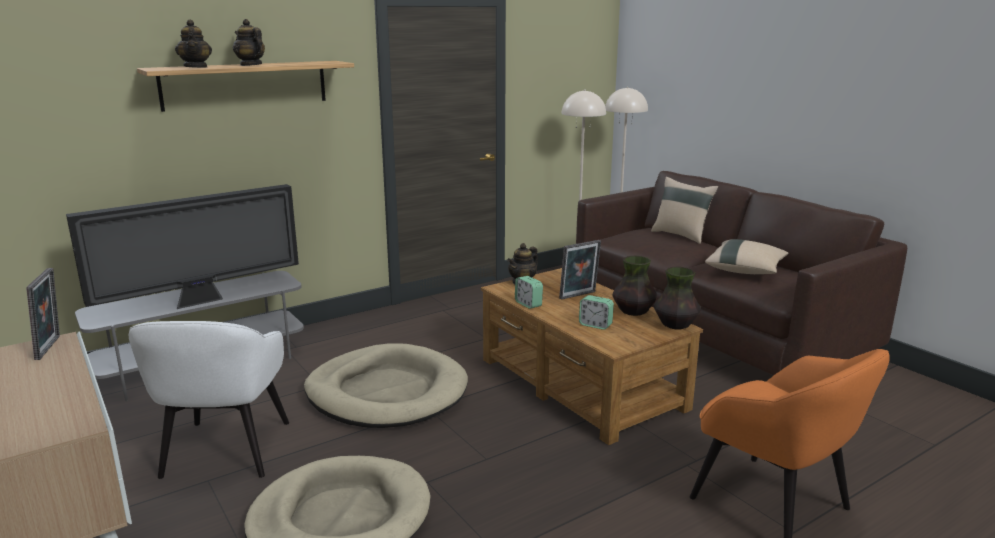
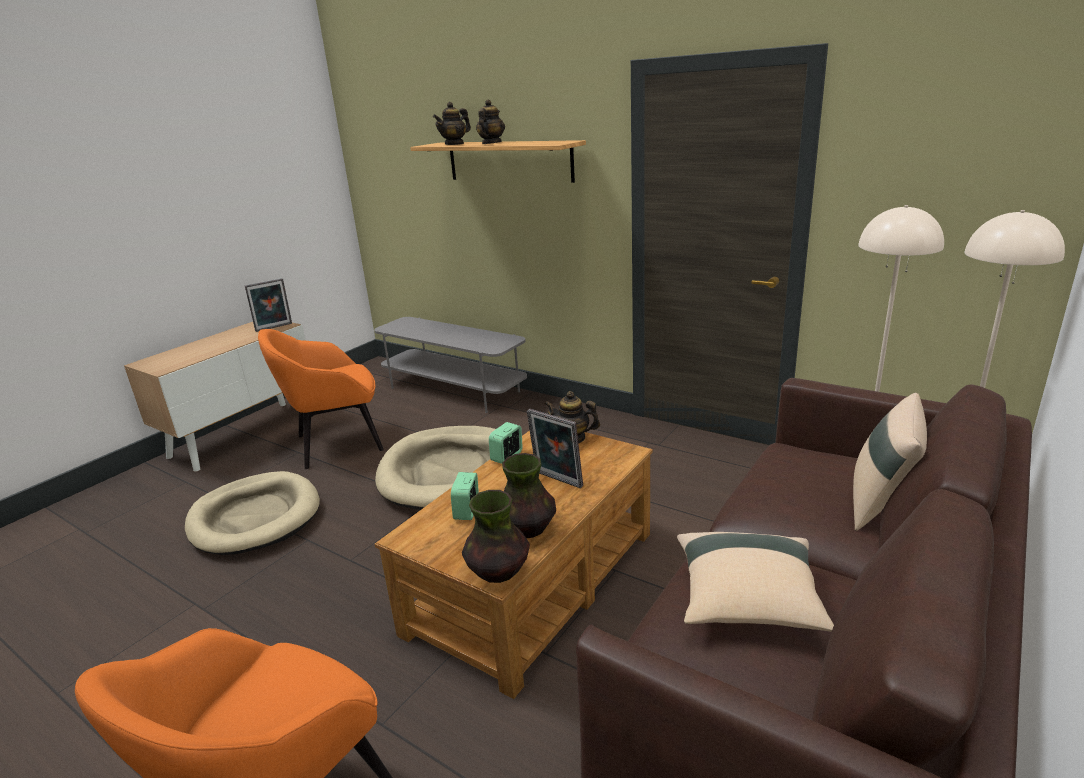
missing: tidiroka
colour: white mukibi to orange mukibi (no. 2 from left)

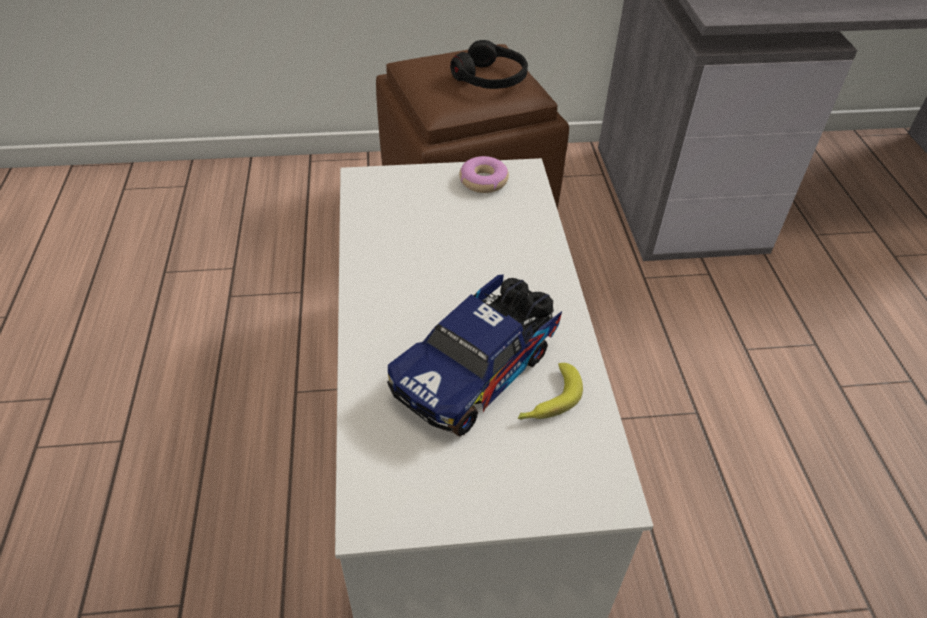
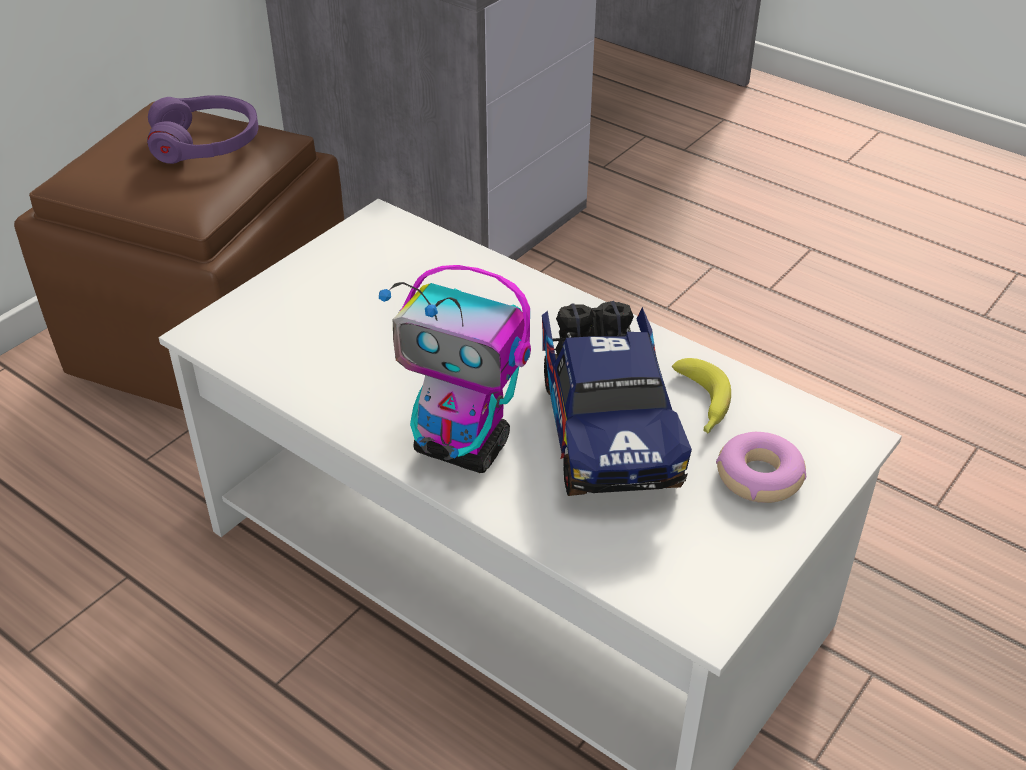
appeared: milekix
relocated: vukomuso
colour: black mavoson to purple mavoson

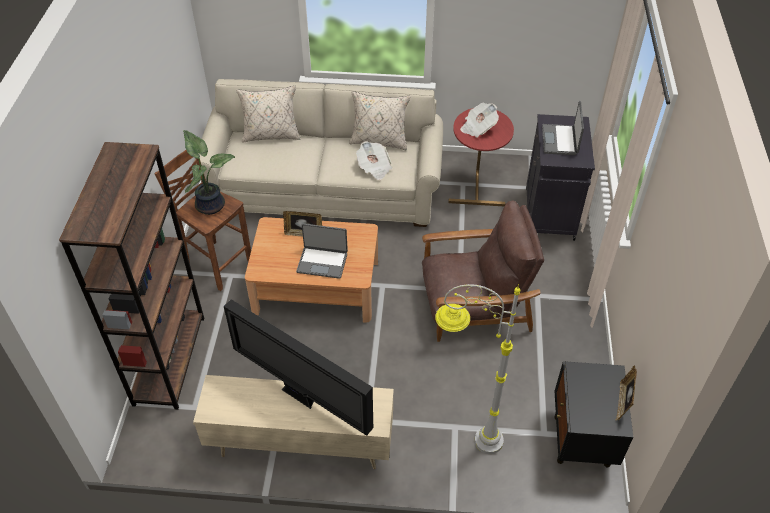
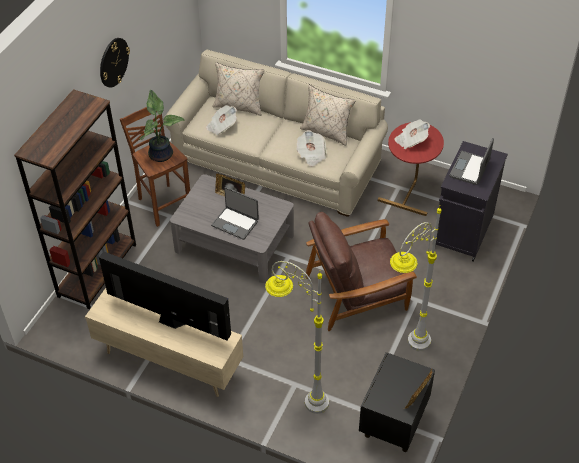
appeared: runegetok; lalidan (no. 1 from left); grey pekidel (no. 2 from left)
colour: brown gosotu to grey gosotu
spun: tidiroka 150 degrees clockwise; brown mukibi 150 degrees clockwise

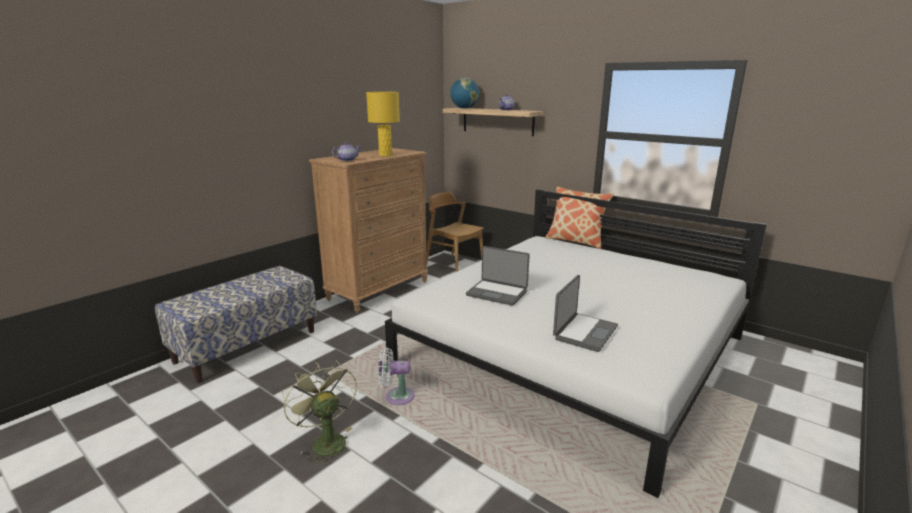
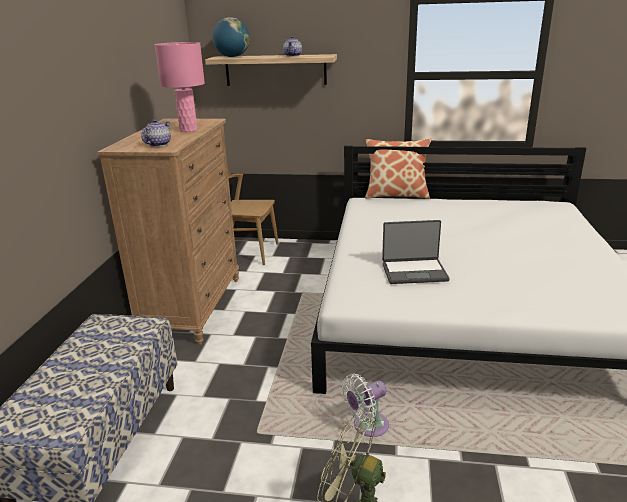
missing: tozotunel (no. 2 from left)
colour: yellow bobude to pink bobude

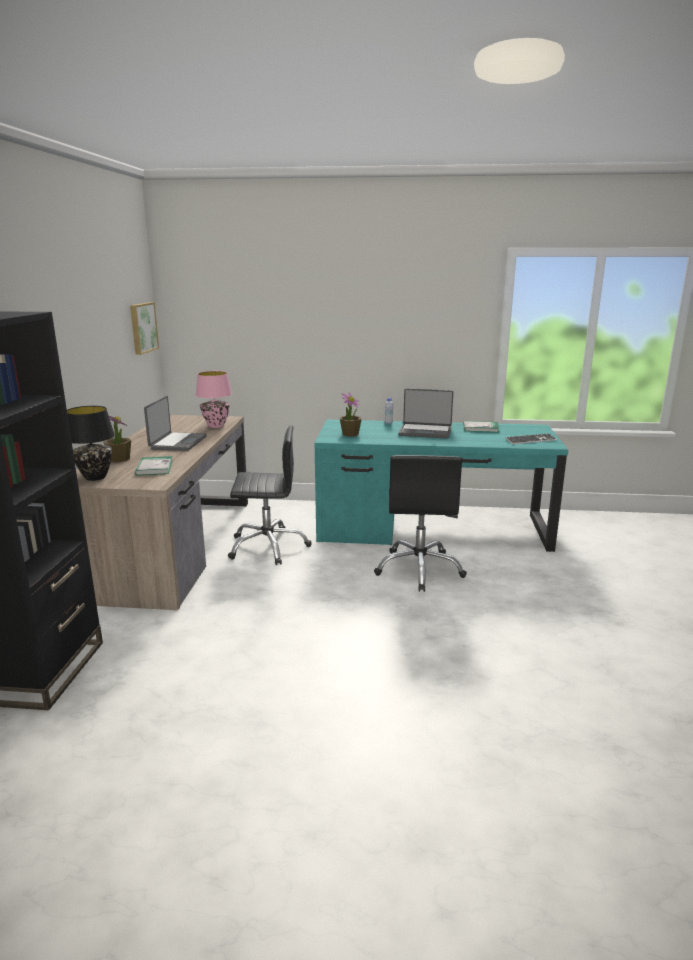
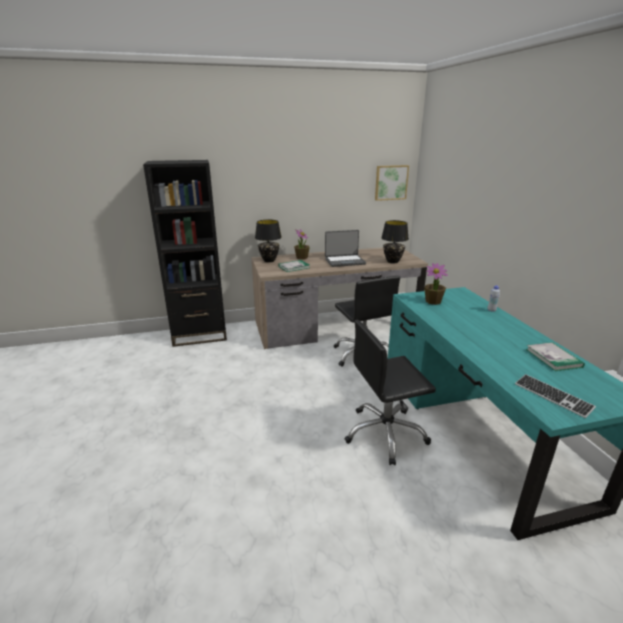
missing: tozotunel (no. 2 from left)
colour: pink bobude to black bobude (no. 2 from left)

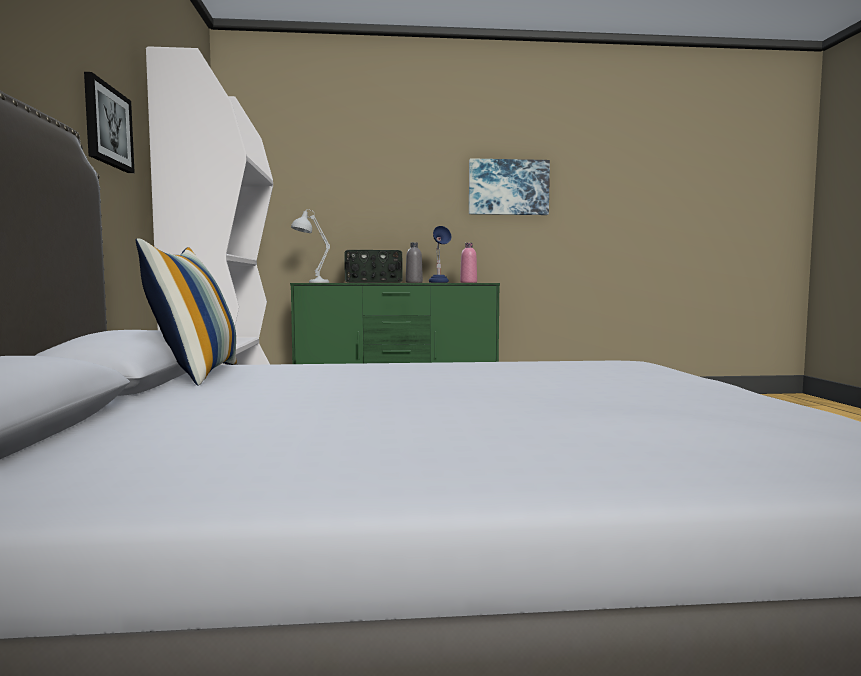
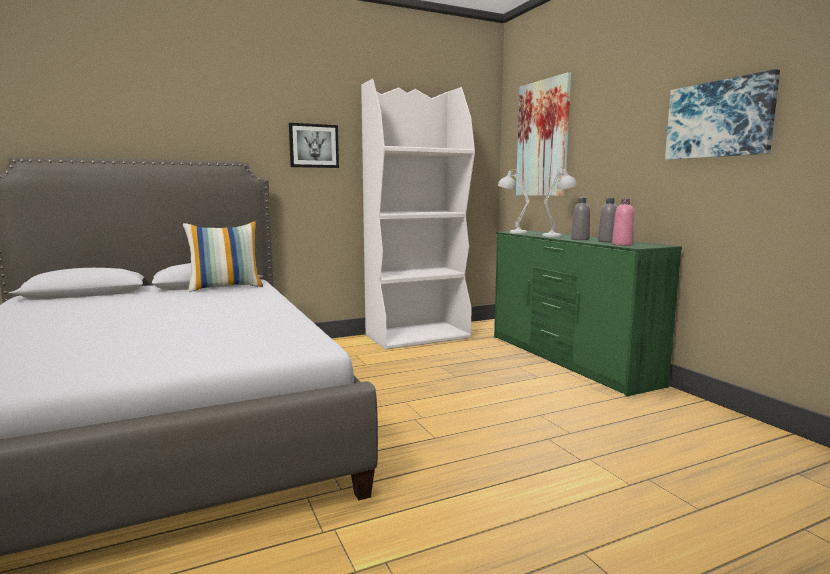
appeared: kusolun (no. 2 from left)
exchanged: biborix to white bobude (no. 2 from left); blue bobude to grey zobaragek (no. 2 from left)

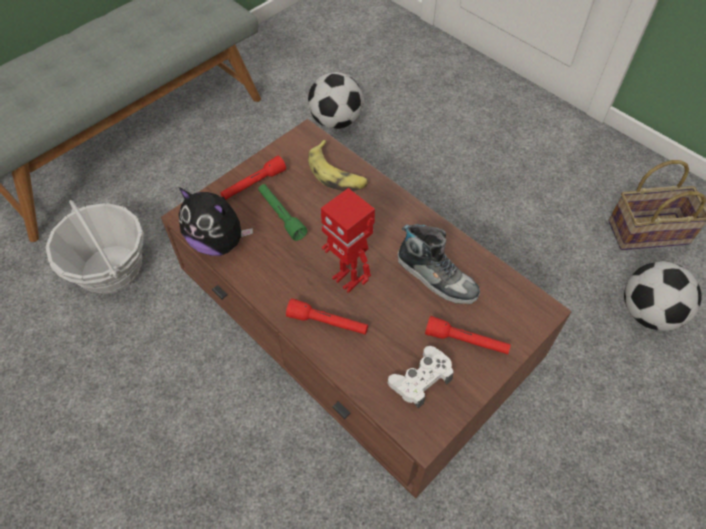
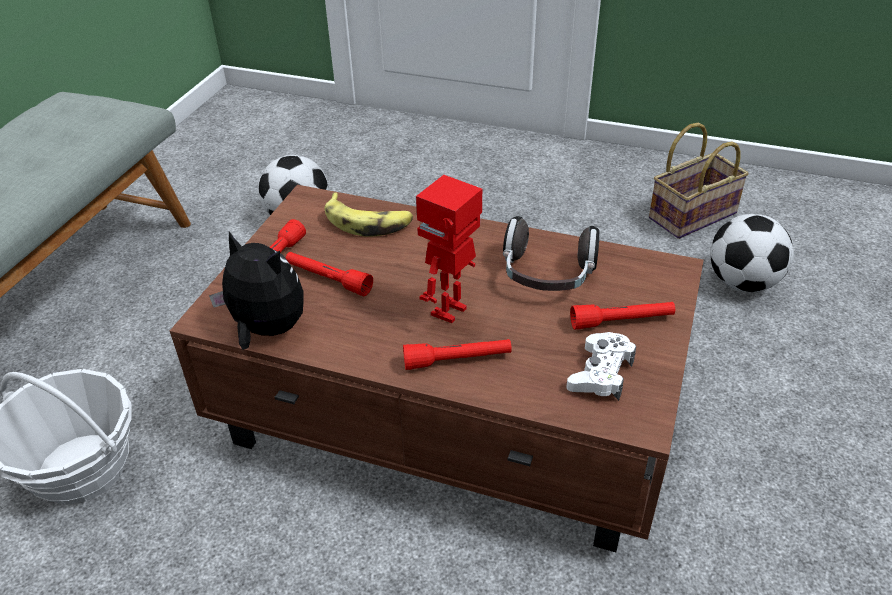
exchanged: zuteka to mavoson
colour: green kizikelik to red kizikelik (no. 2 from left)
spun: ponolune 150 degrees counterclockwise; milekix 105 degrees clockwise

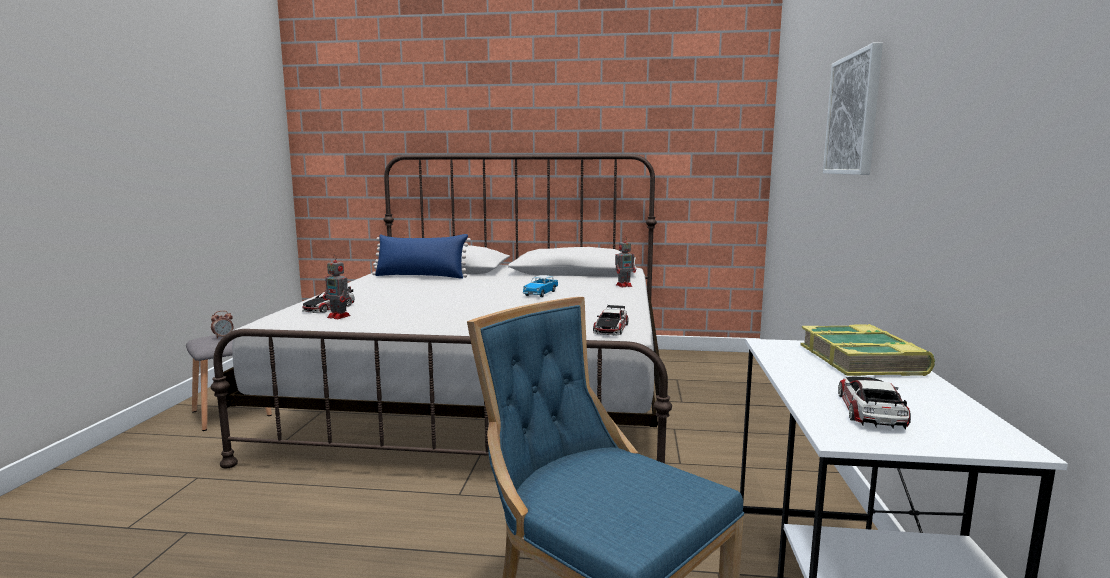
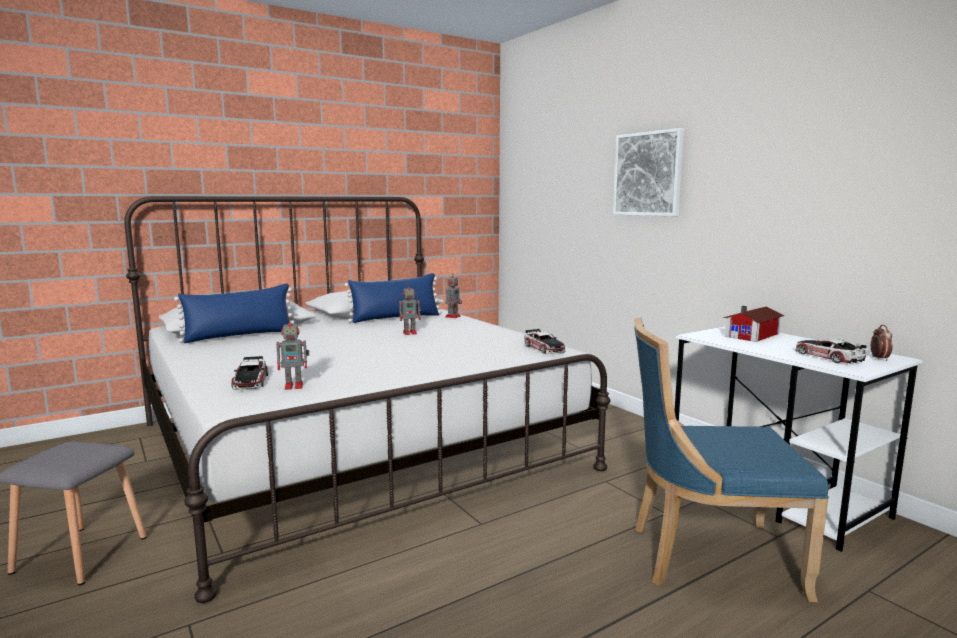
appeared: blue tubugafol (no. 2 from left)
relocated: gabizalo
exchanged: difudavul (no. 2 from left) to milekix (no. 2 from left); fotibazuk to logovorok

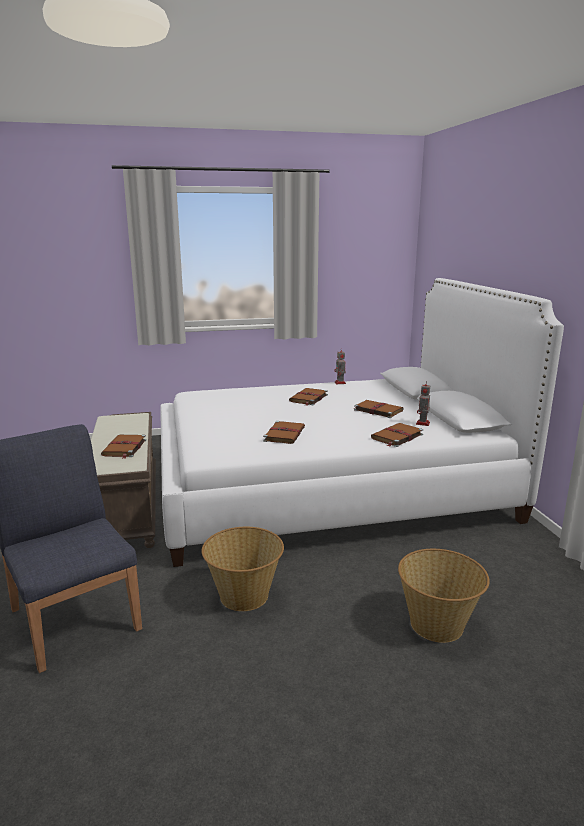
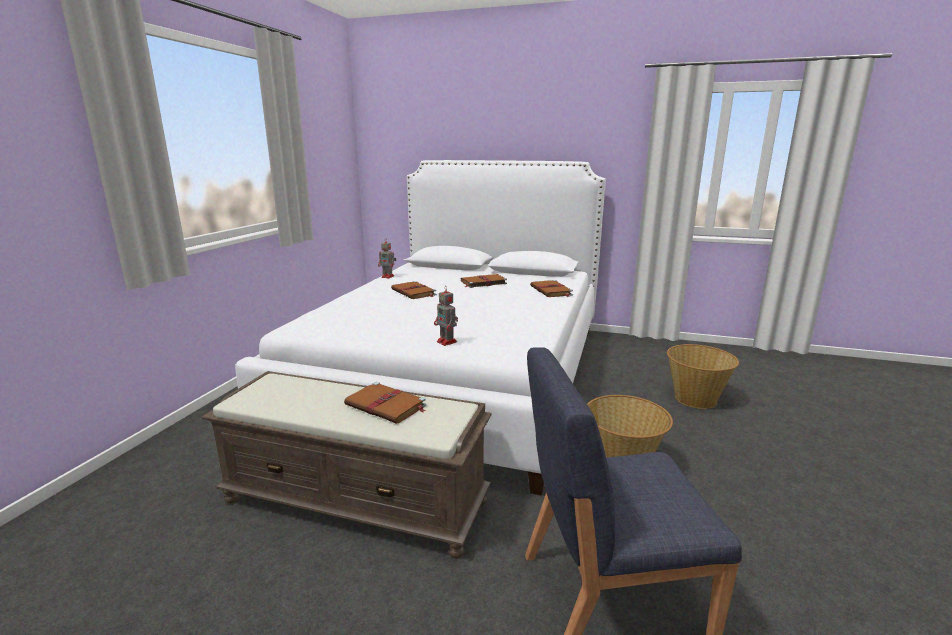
missing: brown fotibazuk (no. 2 from left)
relocated: milekix (no. 2 from left)

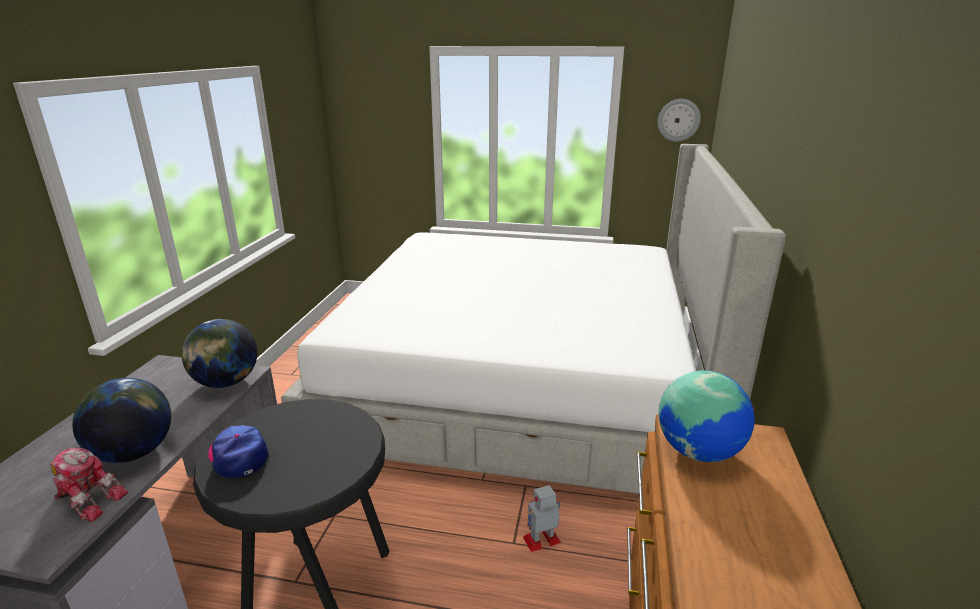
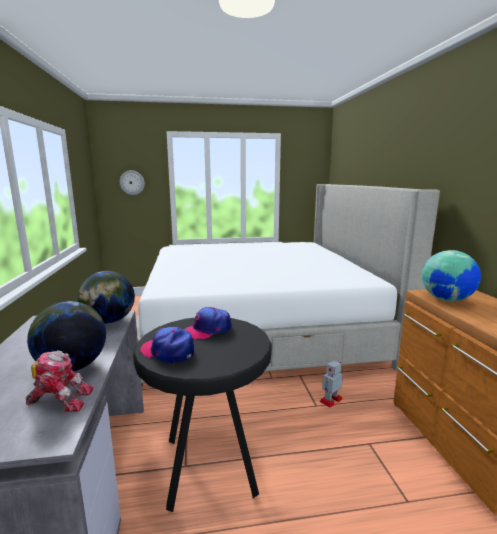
appeared: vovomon (no. 2 from left)
relocated: runegetok

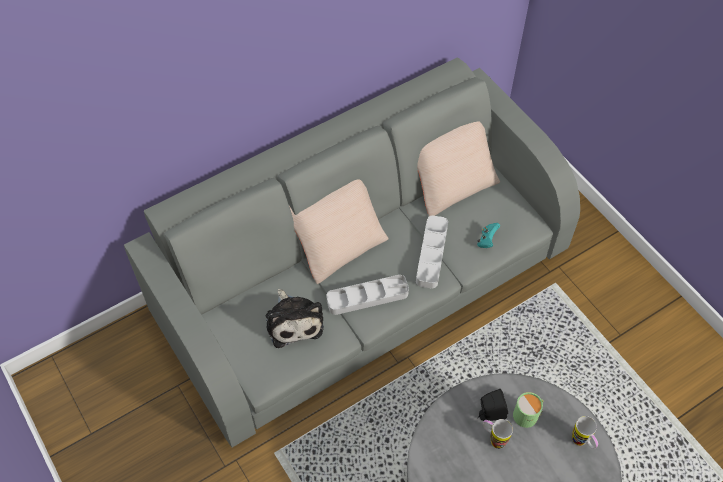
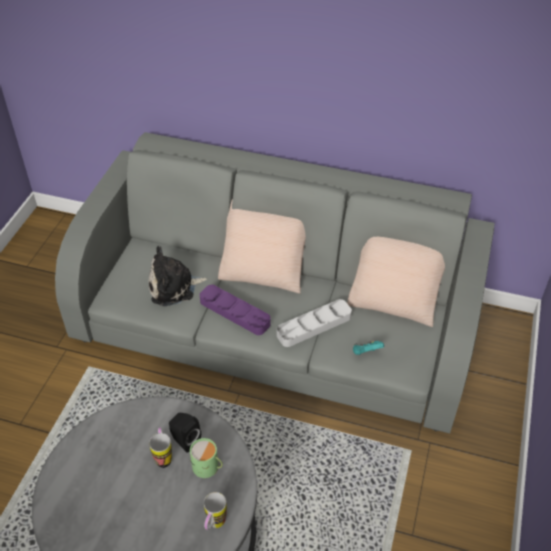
colour: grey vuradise (no. 1 from left) to purple vuradise
spun: ponolune 45 degrees clockwise

